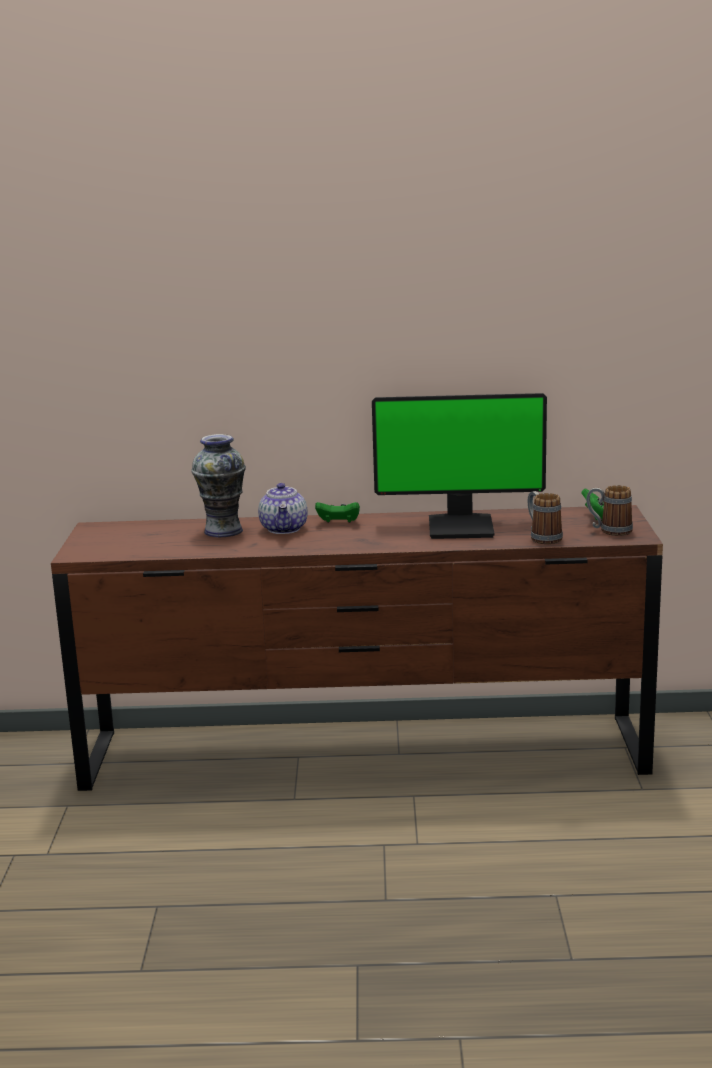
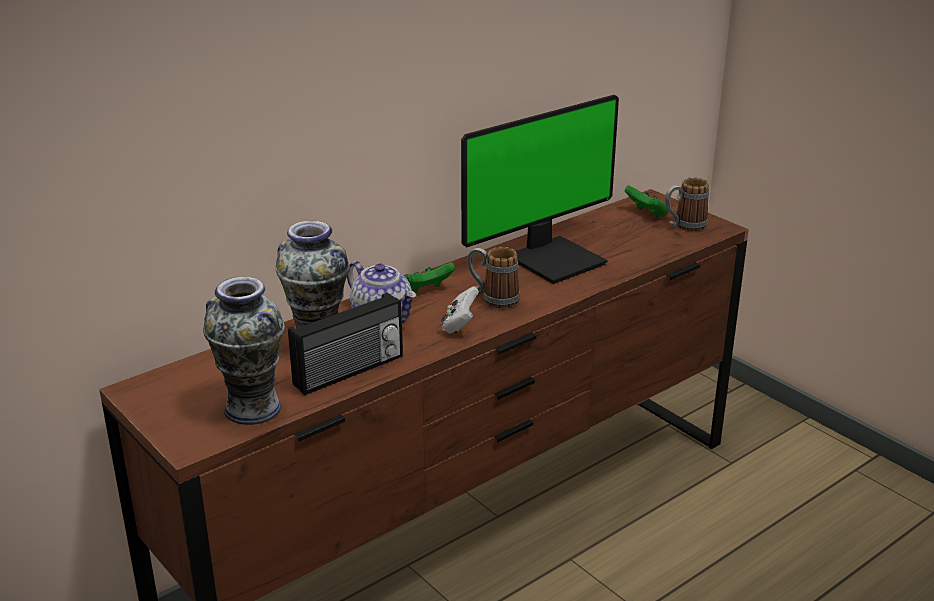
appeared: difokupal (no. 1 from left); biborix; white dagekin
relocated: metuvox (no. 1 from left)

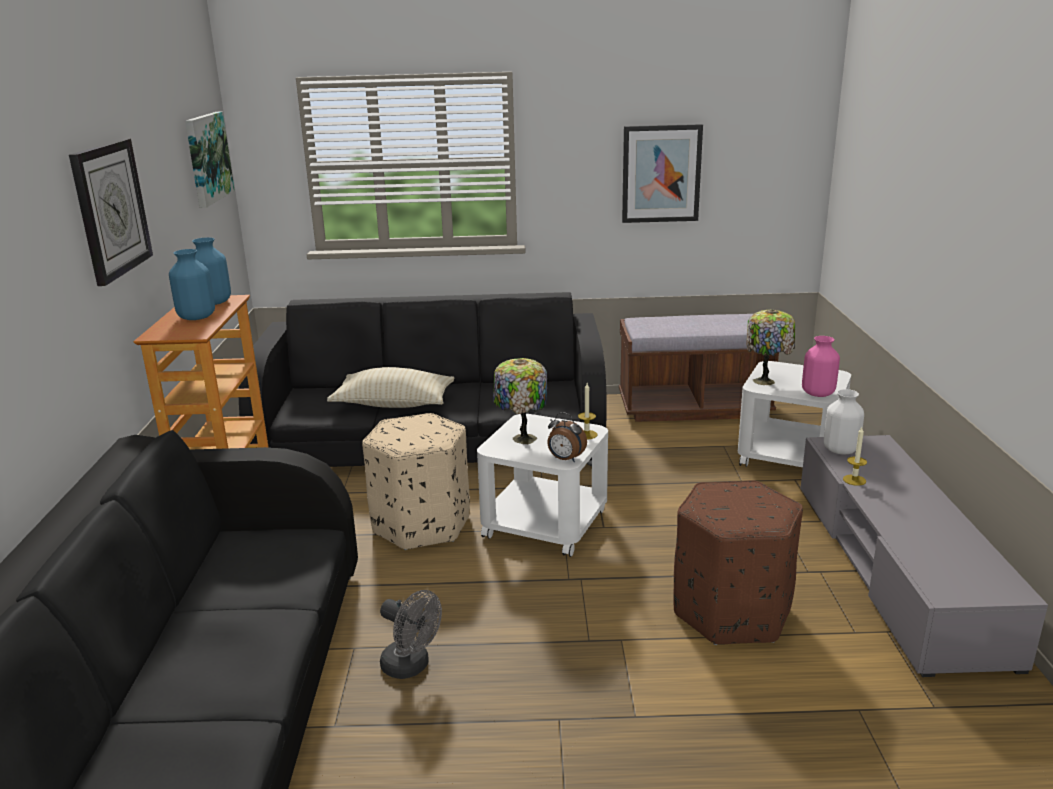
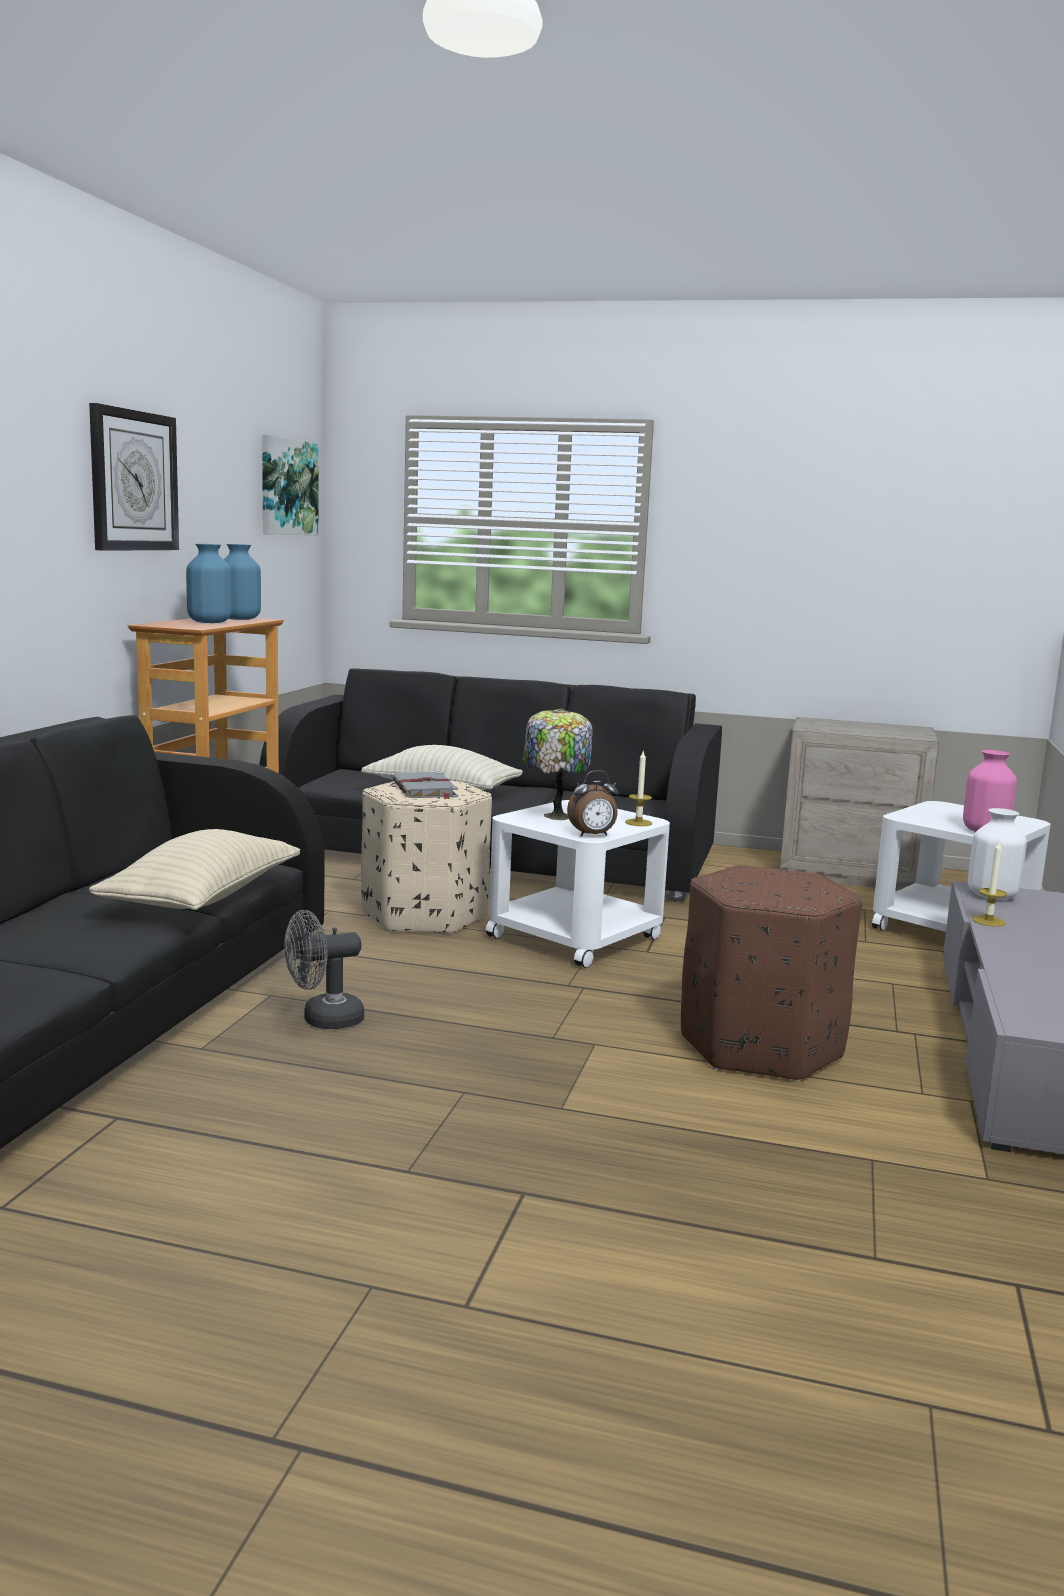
missing: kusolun (no. 2 from left); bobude (no. 2 from left)
appeared: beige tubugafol (no. 1 from left); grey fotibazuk
exchanged: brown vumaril to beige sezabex
spun: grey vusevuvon 105 degrees clockwise; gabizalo 60 degrees counterclockwise

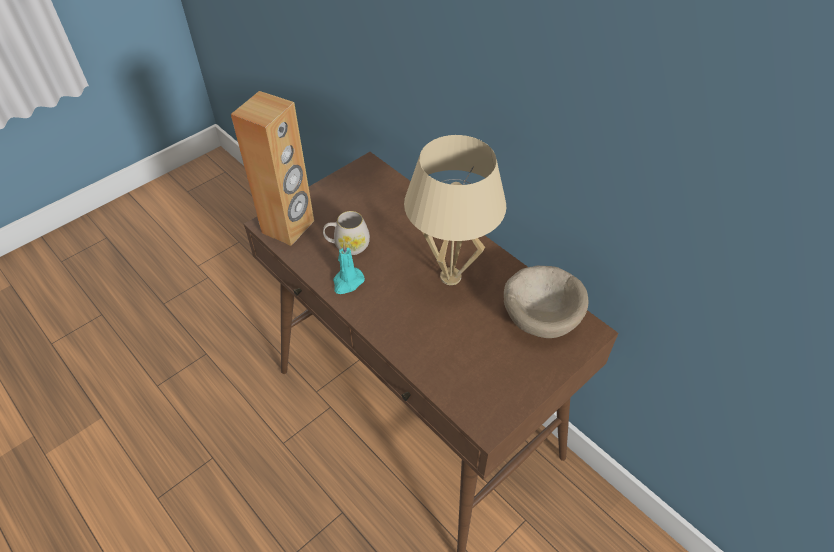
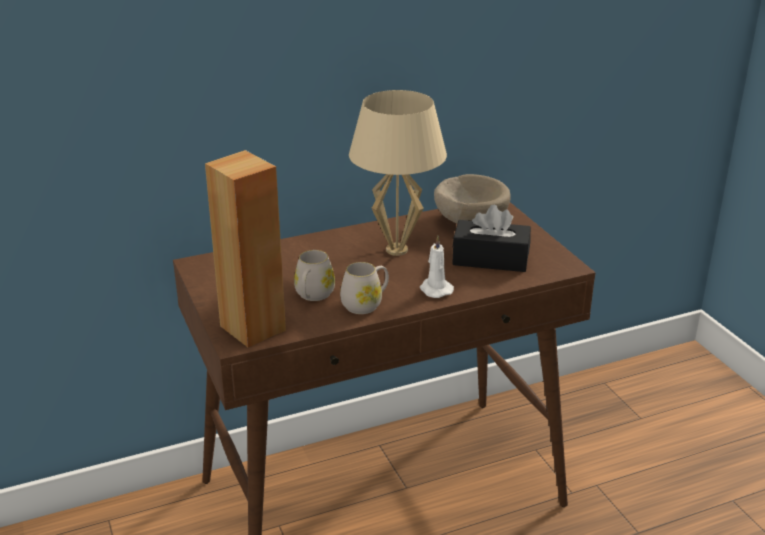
appeared: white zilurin; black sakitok
exchanged: turquoise zilurin to white metuvox (no. 2 from left)

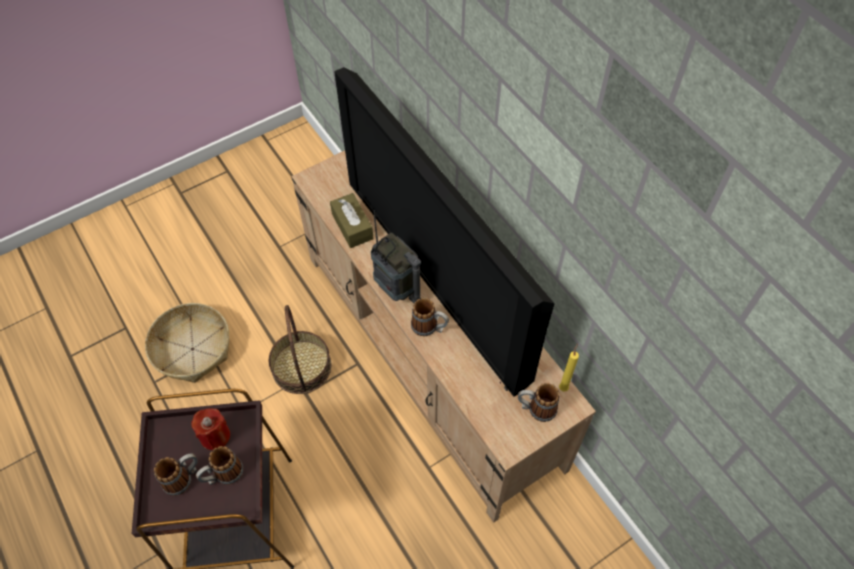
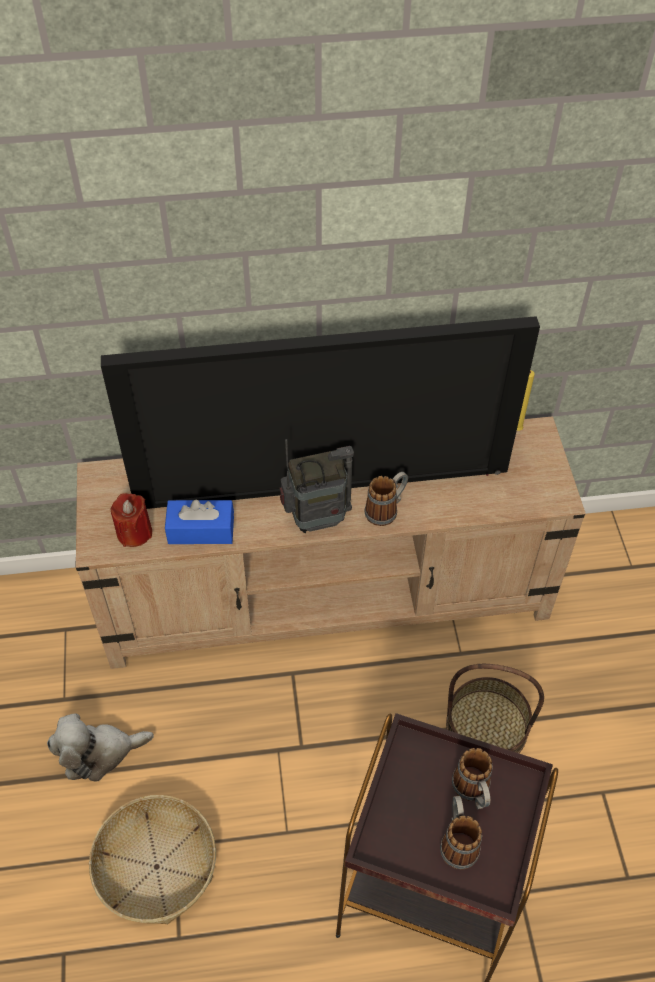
missing: metuvox (no. 4 from left)
appeared: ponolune
relocated: red zilurin; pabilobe (no. 2 from left)
colour: brown sakitok to blue sakitok

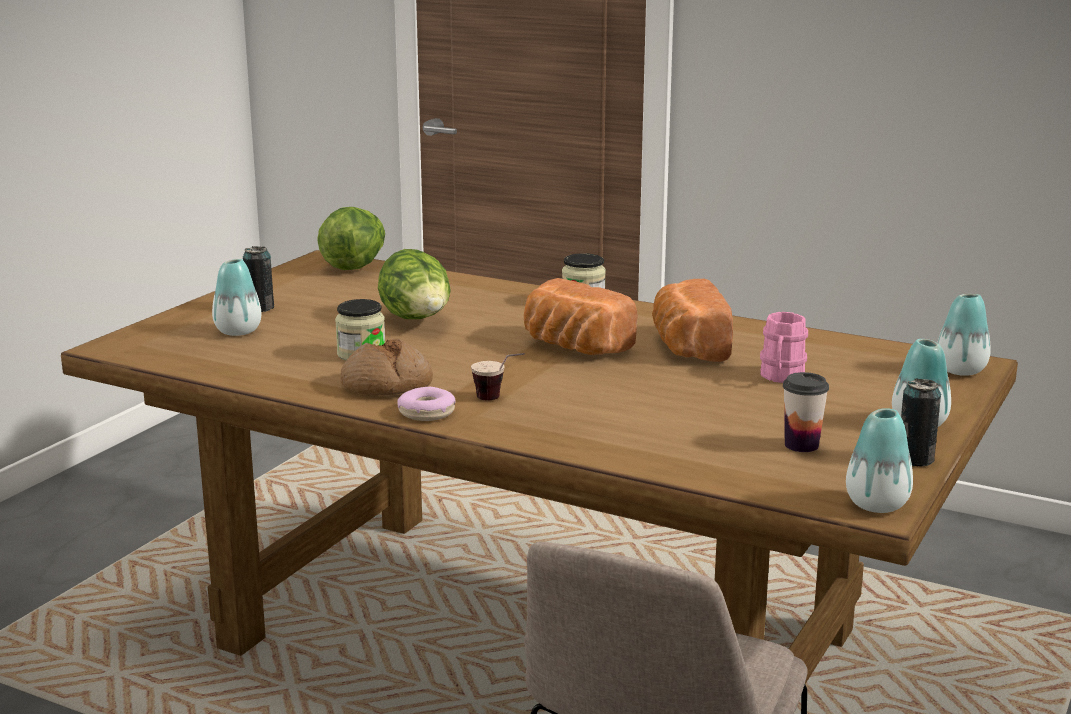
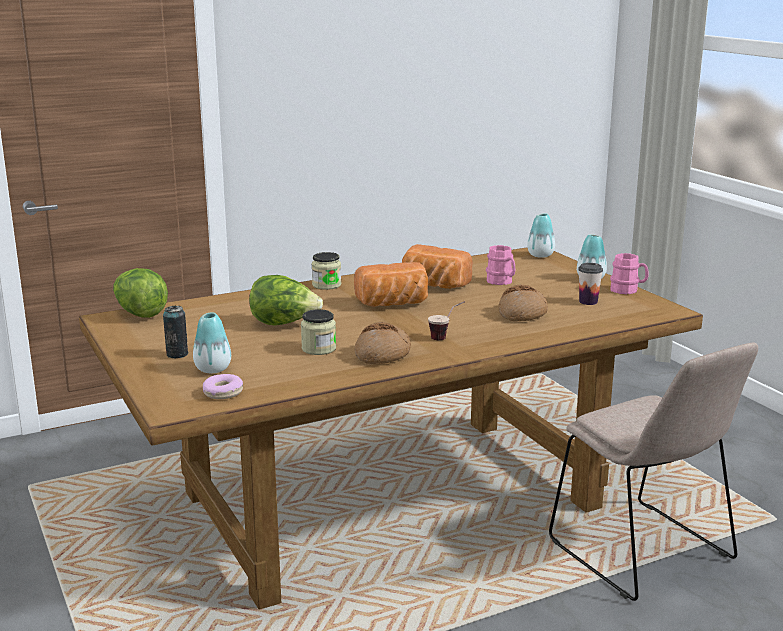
missing: difokupal (no. 2 from left)
appeared: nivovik (no. 4 from left)
relocated: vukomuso
exchanged: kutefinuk (no. 2 from left) to pink metuvox (no. 2 from left)

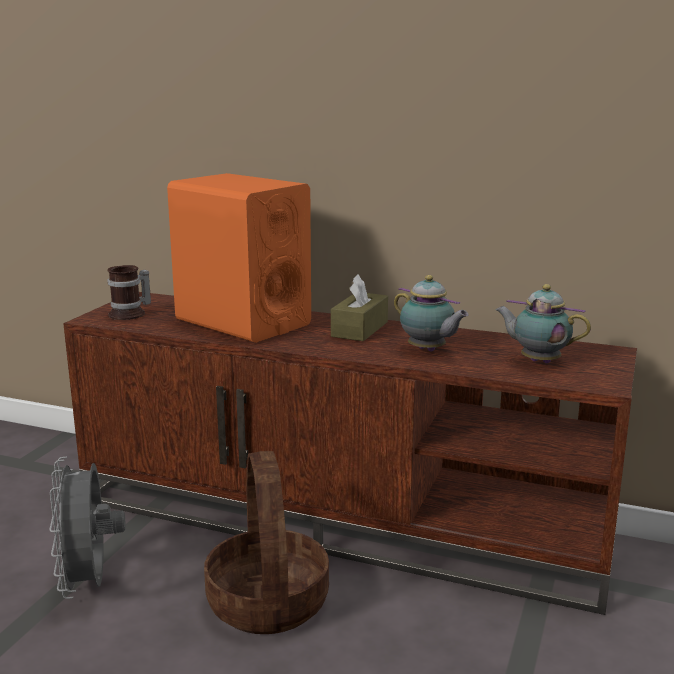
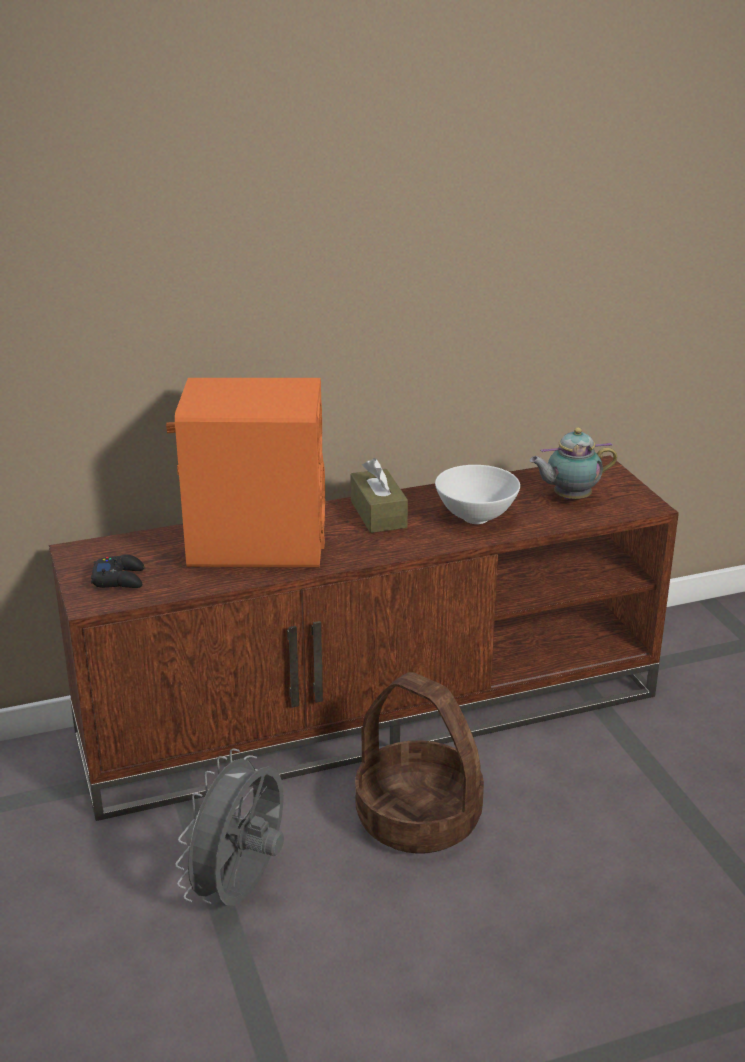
exchanged: metuvox to black dagekin; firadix (no. 1 from left) to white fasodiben
spun: grey vusevuvon 75 degrees clockwise

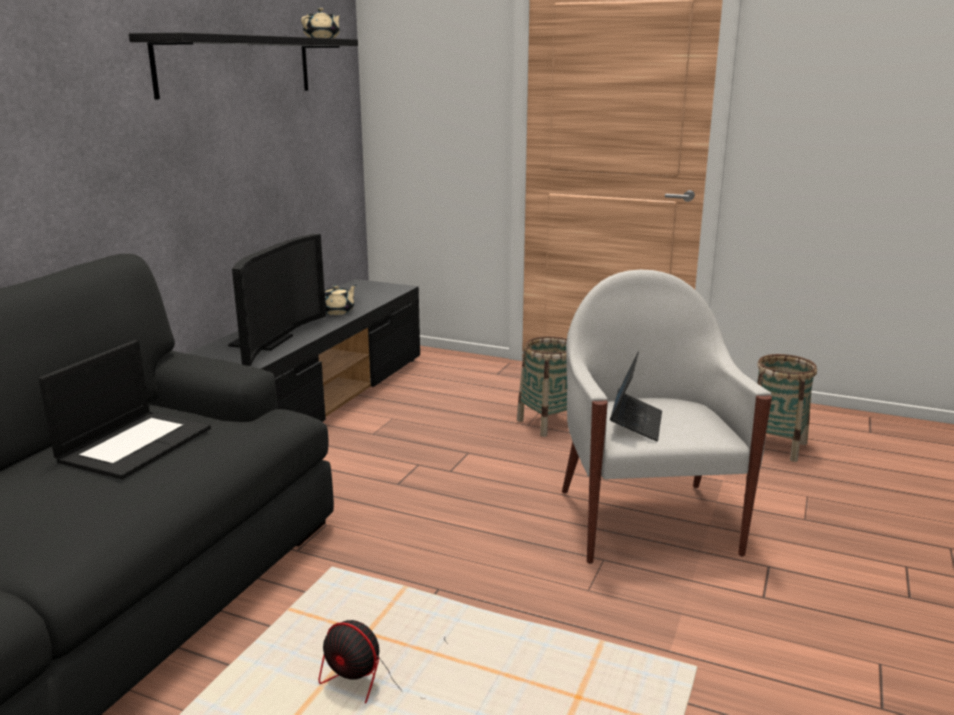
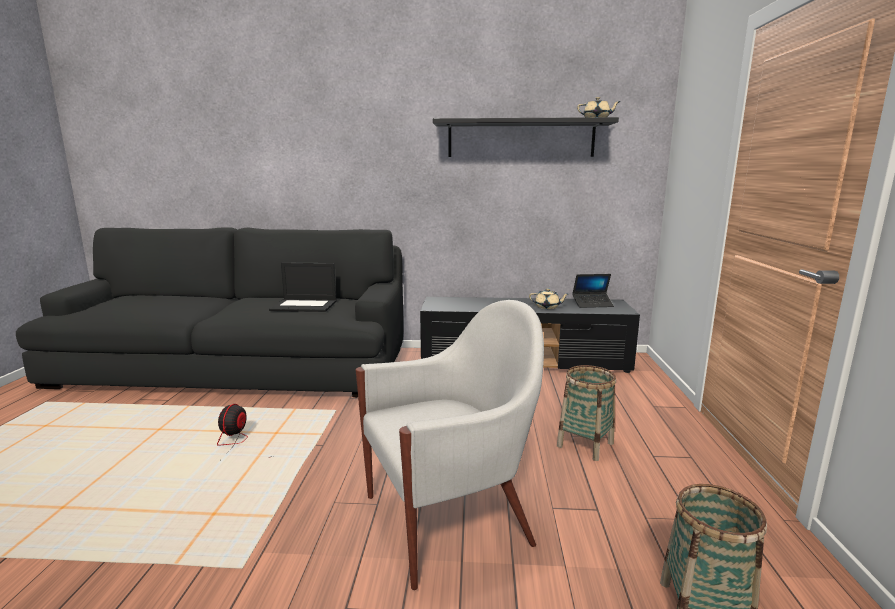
missing: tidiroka
relocated: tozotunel (no. 2 from left)

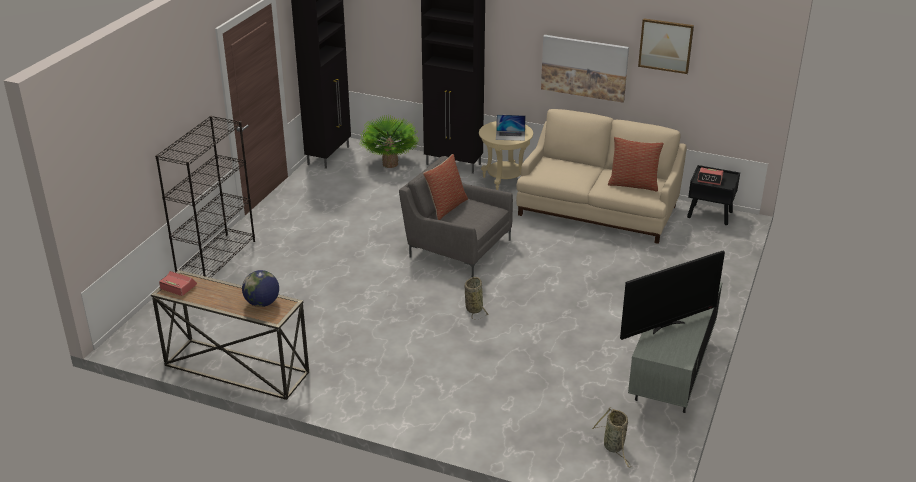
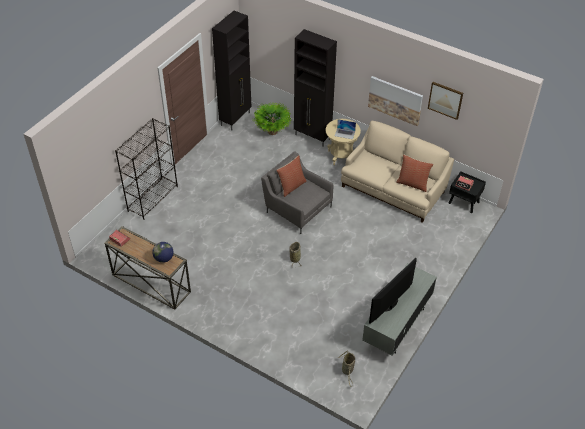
spun: tidiroka 150 degrees clockwise

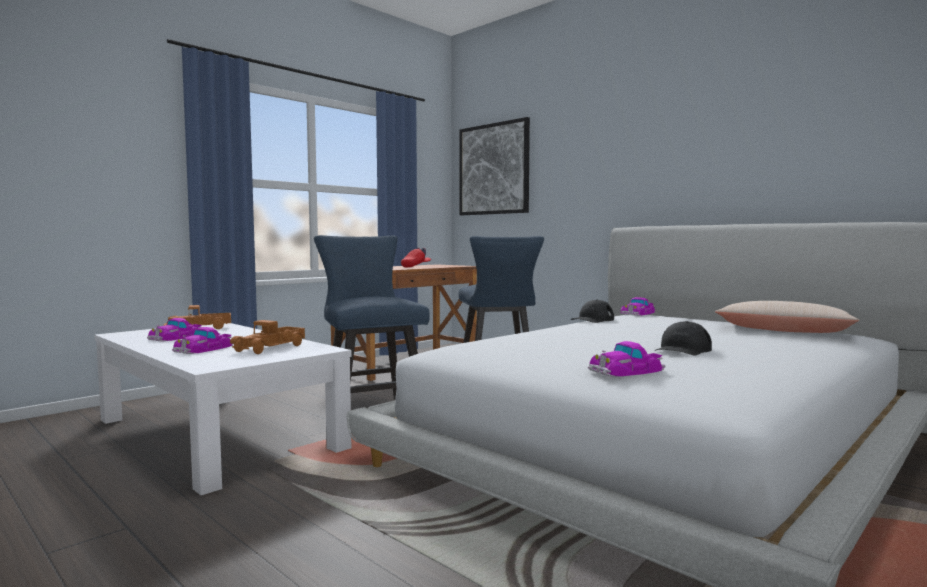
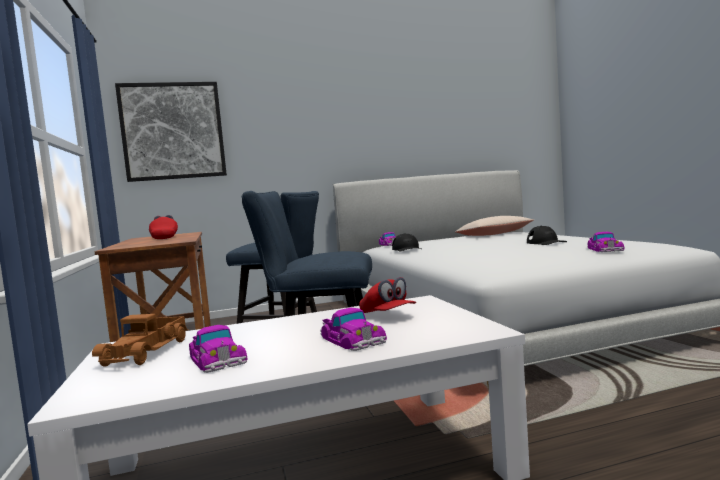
exchanged: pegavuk (no. 2 from left) to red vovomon (no. 2 from left)

